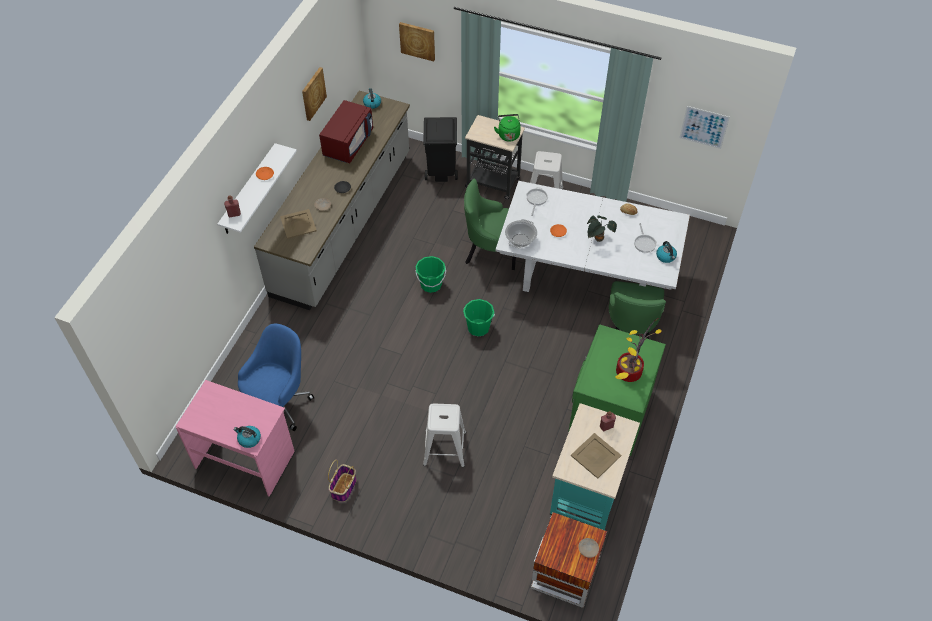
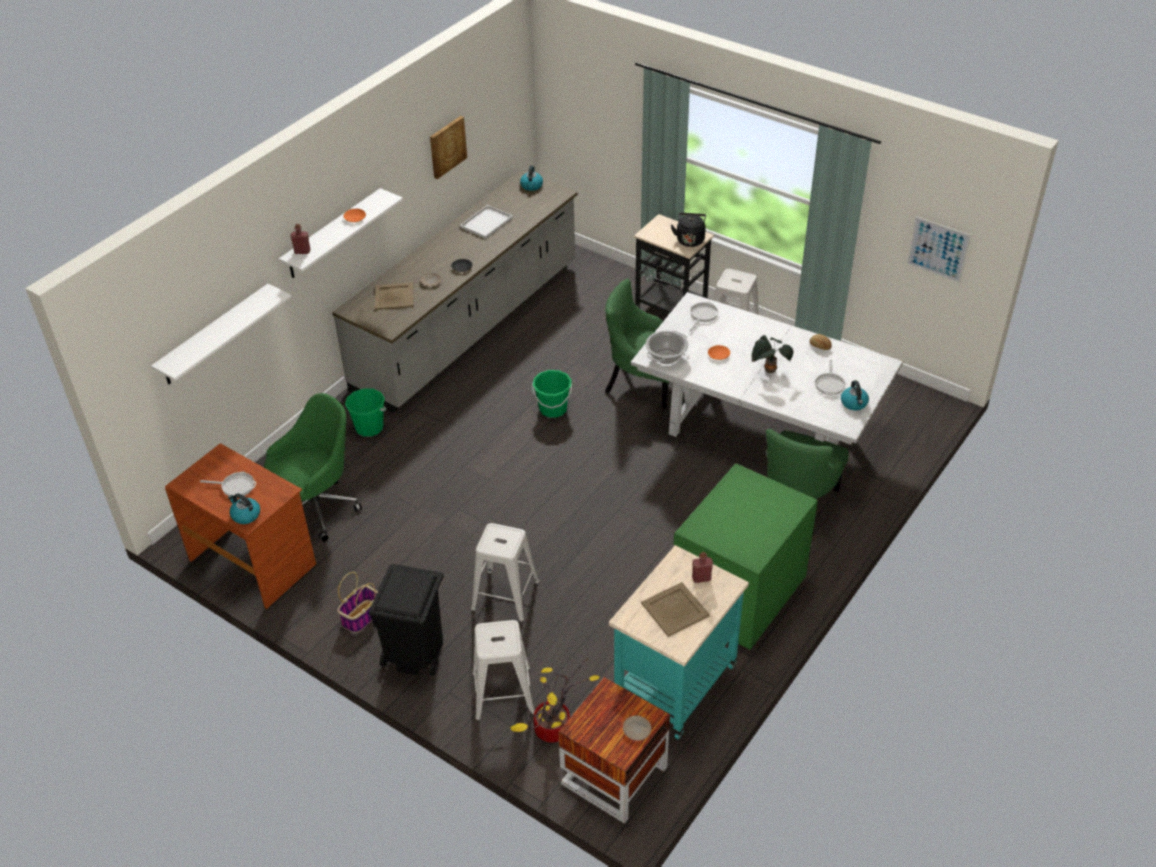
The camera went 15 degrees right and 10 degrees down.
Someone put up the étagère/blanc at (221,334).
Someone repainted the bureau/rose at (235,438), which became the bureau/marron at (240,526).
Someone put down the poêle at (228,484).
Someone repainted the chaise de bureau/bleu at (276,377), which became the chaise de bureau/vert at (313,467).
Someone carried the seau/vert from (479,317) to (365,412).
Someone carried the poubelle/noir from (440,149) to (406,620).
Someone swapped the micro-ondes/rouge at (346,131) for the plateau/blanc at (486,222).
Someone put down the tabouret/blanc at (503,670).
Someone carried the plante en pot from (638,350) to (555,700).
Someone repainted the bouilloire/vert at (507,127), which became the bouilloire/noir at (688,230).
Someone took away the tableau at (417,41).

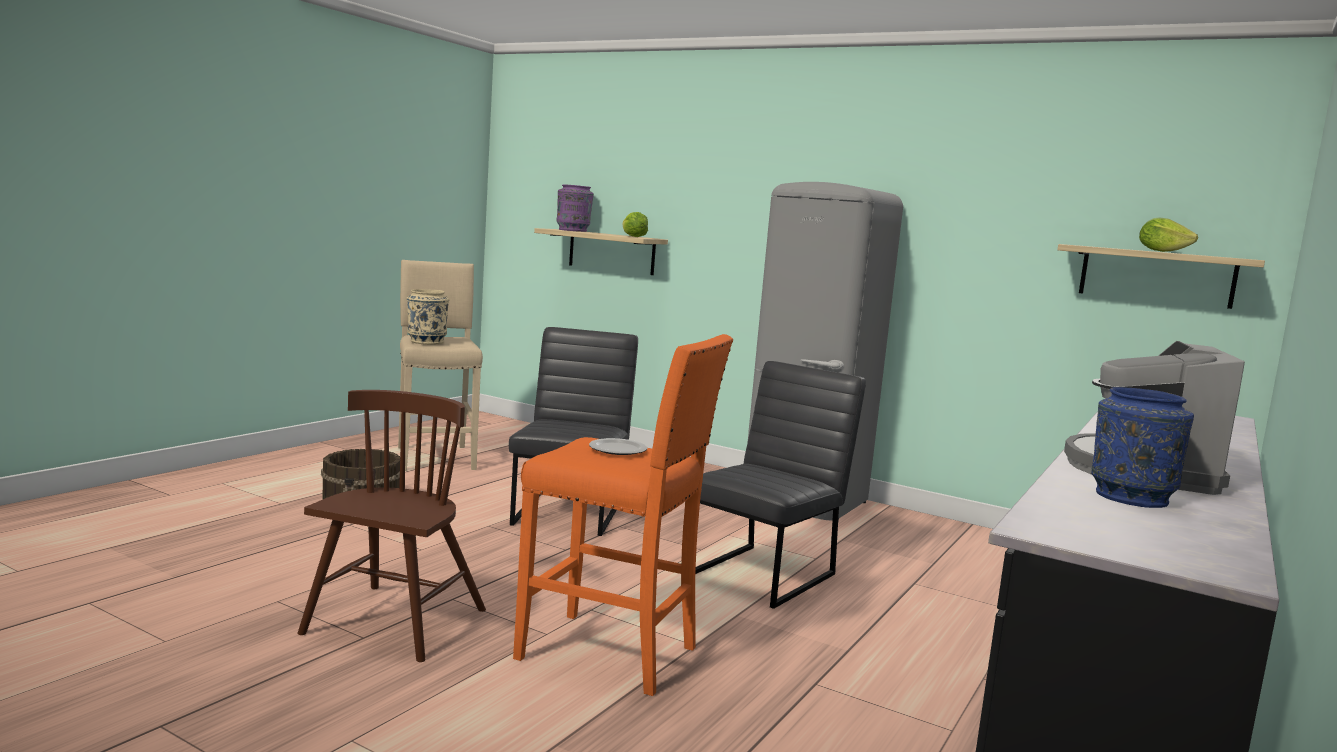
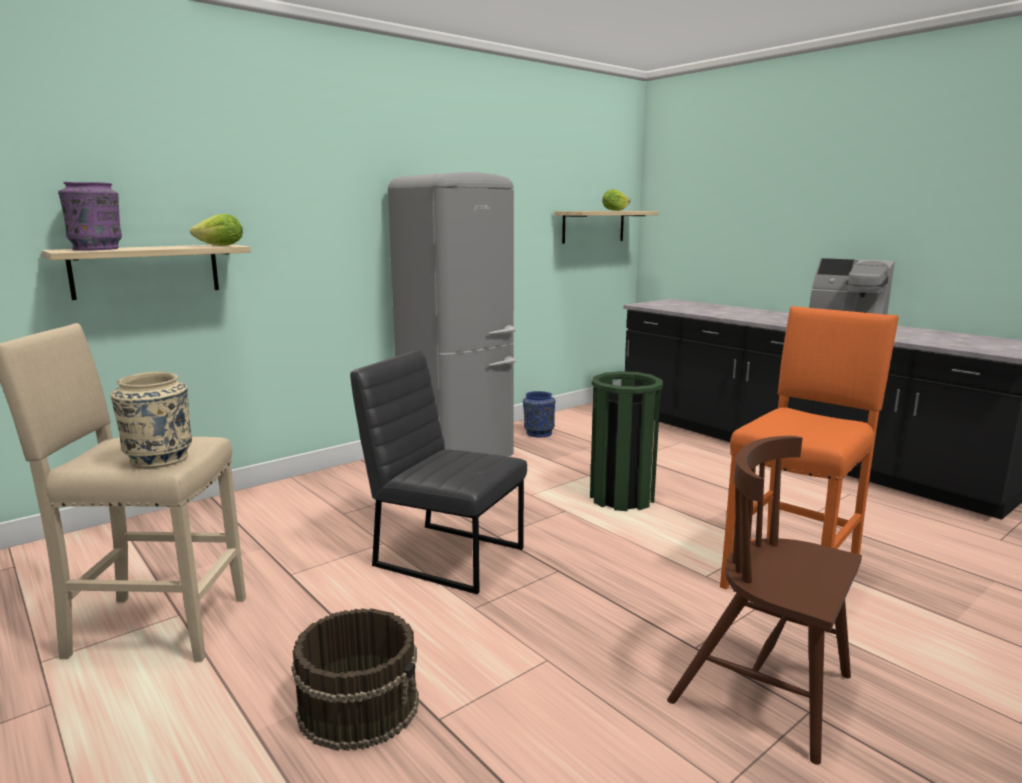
The camera went 70 degrees left and 5 degrees up.
Someone carried the vase/bleu from (1142,447) to (539,414).
Someone swapped the chaise/gris at (780,485) for the poubelle/vert at (626,441).
Someone took away the assiette at (618,446).

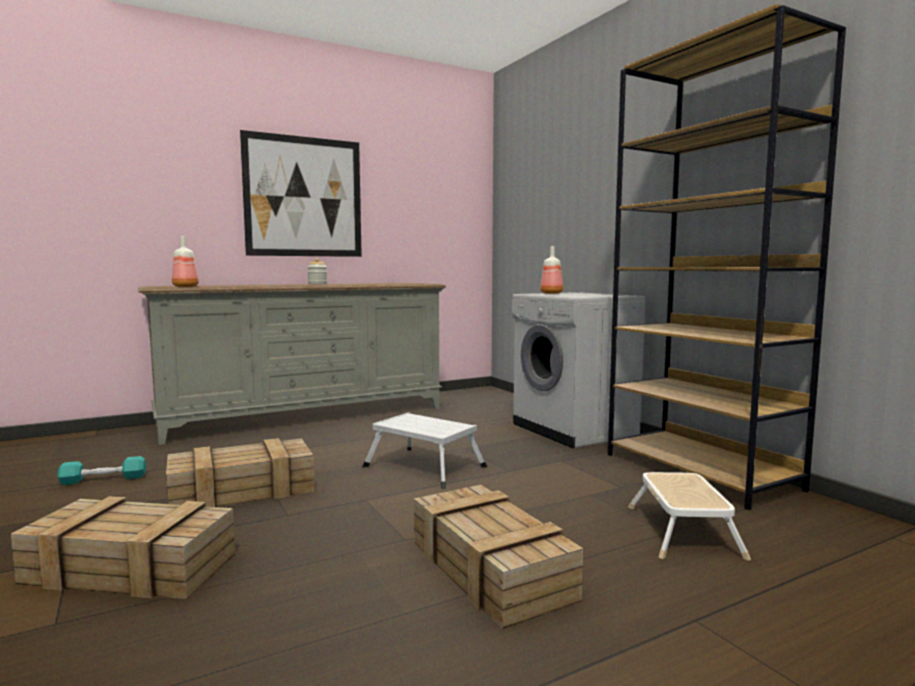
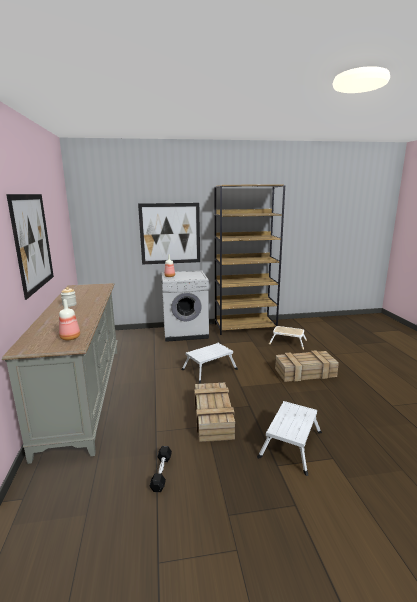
The camera went 70 degrees left and 10 degrees up.
Someone put up the tableau at (169,233).
Someone repainted the haltère/turquoise at (101,470), which became the haltère/noir at (161,469).
Someone swapped the caisse at (122,547) for the escabeau/blanc at (289,438).

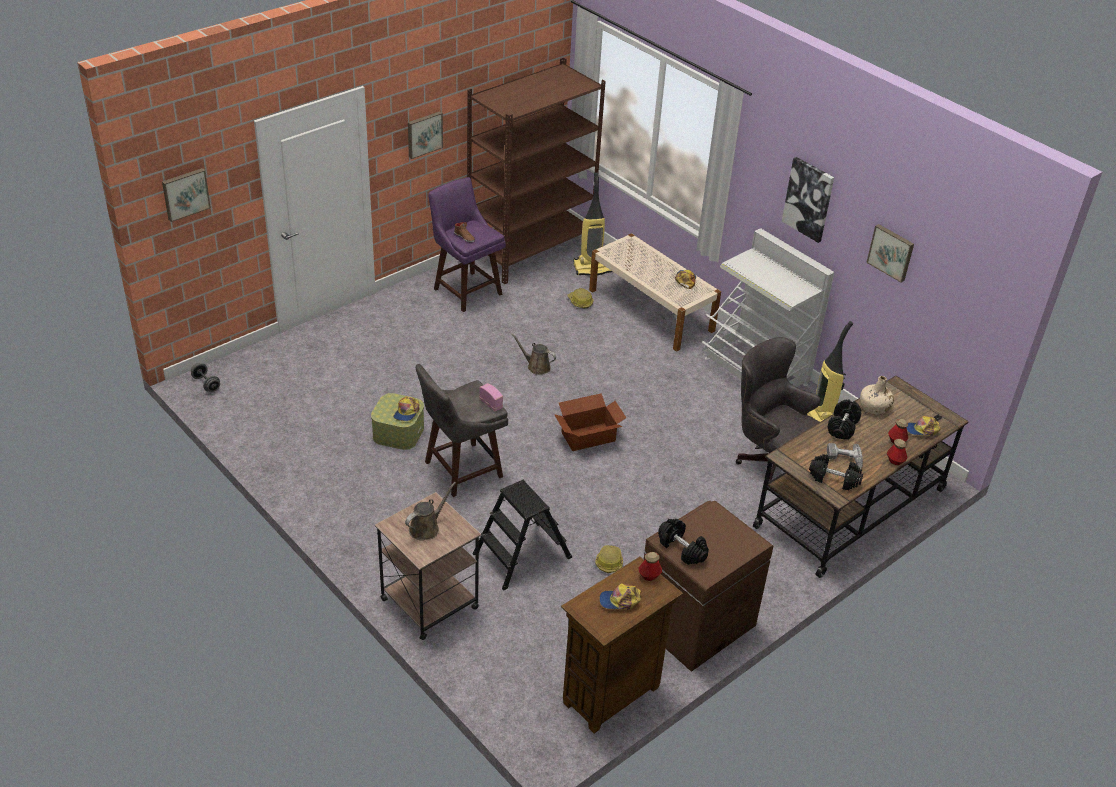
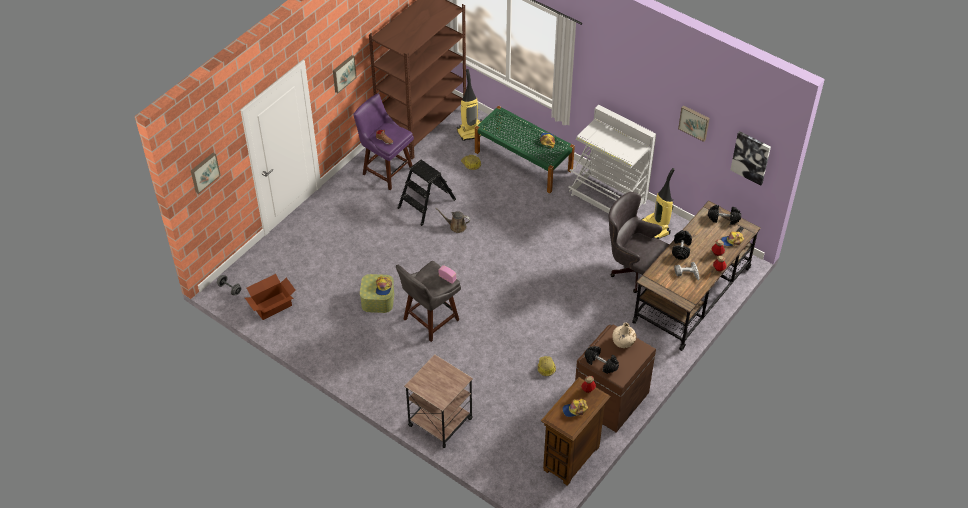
The camera went 10 degrees left and 10 degrees up.
Someone carried the carton from (590,422) to (270,297).
Someone carried the escabeau/noir from (522,534) to (427,192).
Someone repainted the banc/beige at (655,292), which became the banc/vert at (525,149).
Someone carried the bouteille/beige from (877,395) to (624,335).
Someone carried the haltère/noir from (836,472) to (724,215).
Someone carried the tableau from (808,200) to (750,158).
Someone took away the arrosoir/marron at (430,511).

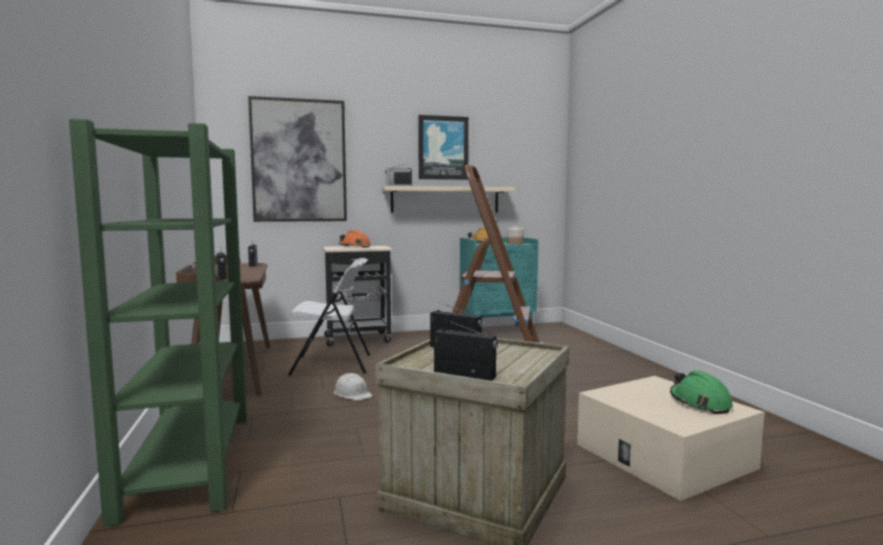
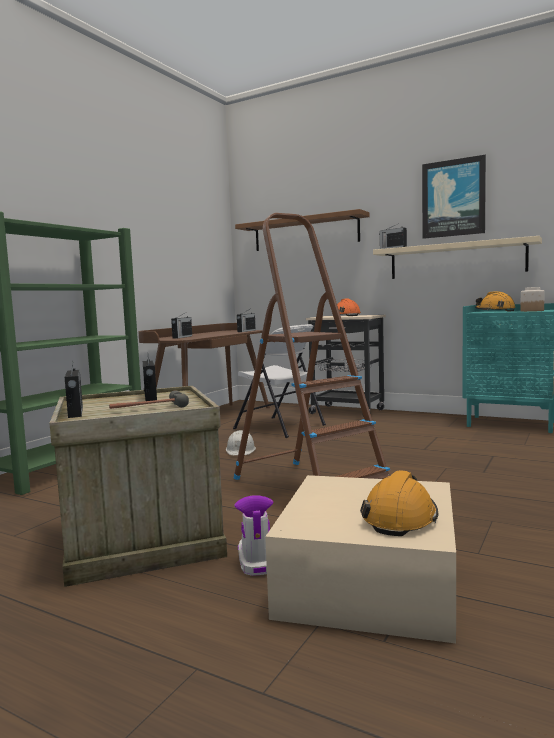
The camera went 45 degrees right and 0 degrees up.
Someone put down the marteau at (149,399).
Someone put down the botte at (254,535).
Someone swapped the tableau at (297,159) for the étagère/marron at (302,230).
Someone repainted the casque de chantier/vert at (701,392), which became the casque de chantier/orange at (399,503).

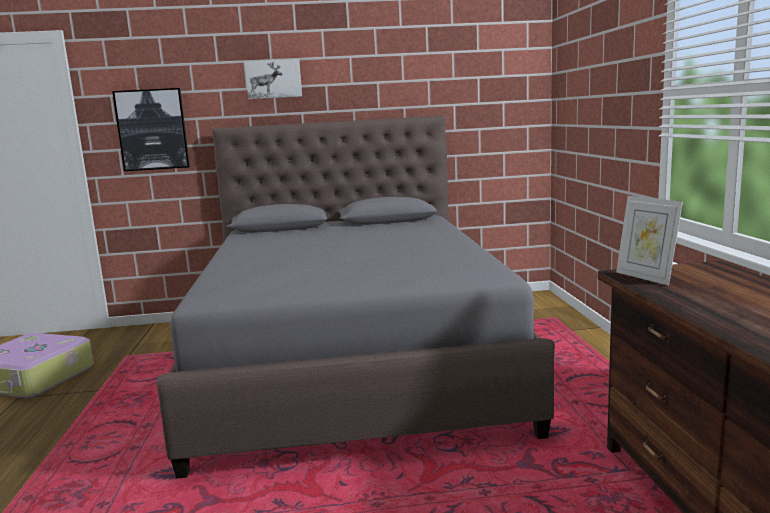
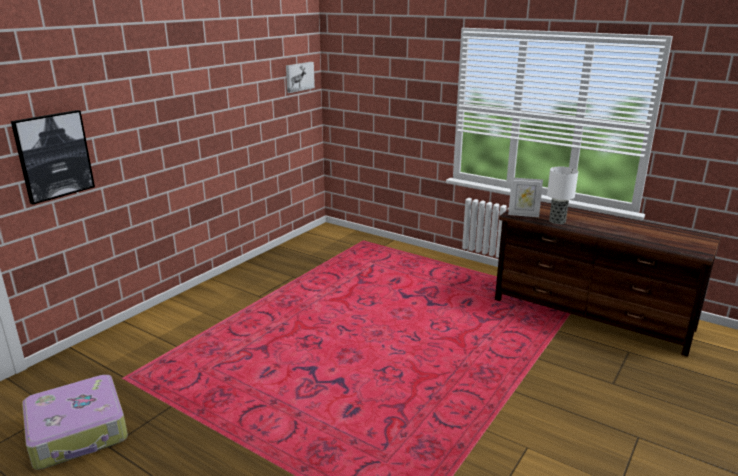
The camera went 50 degrees left and 10 degrees up.
Someone carried the tableau from (273,79) to (300,77).
Someone put down the lampe de table at (563,195).
Someone took away the lit/gris at (355,296).

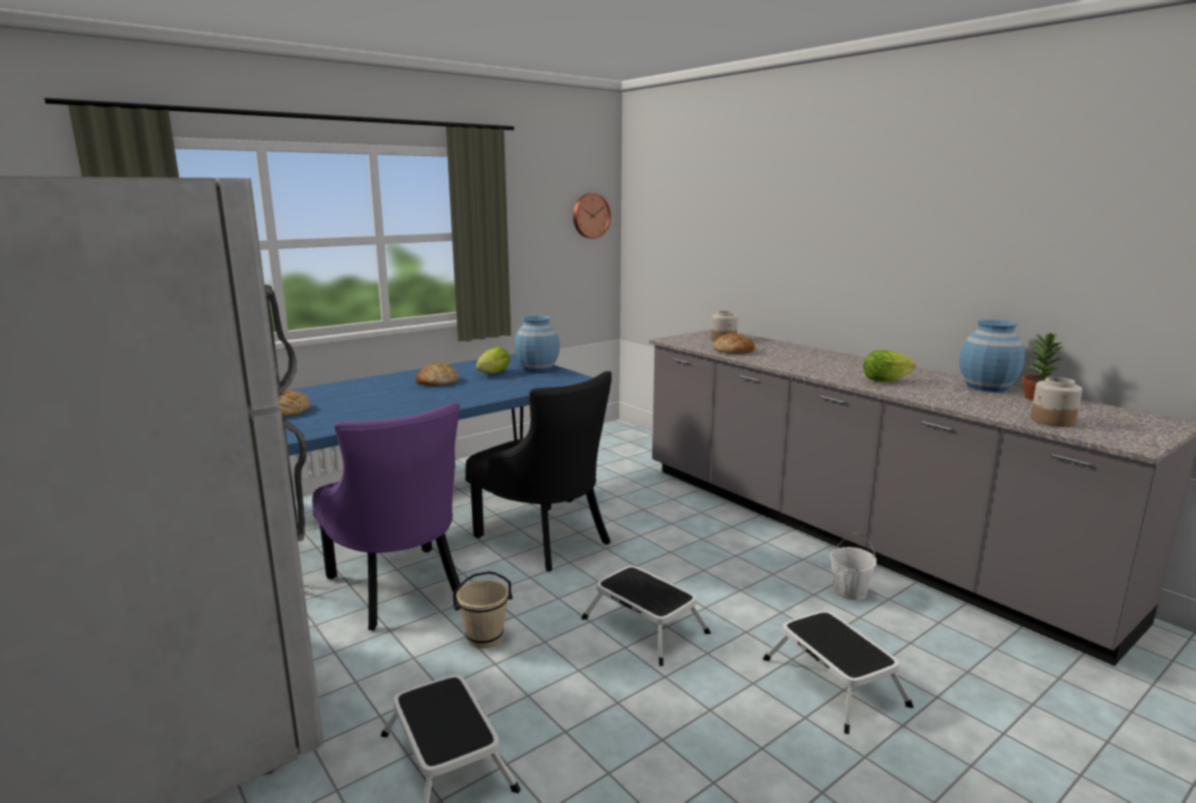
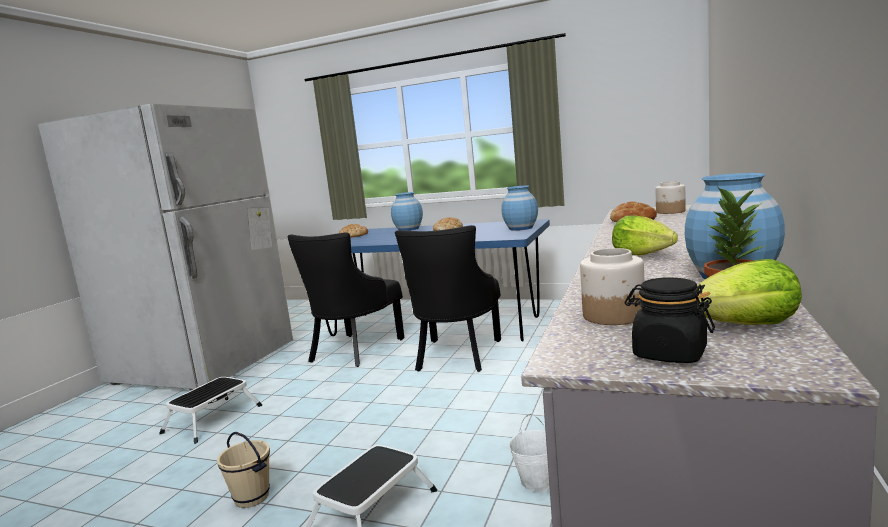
The camera went 60 degrees right and 5 degrees down.
Someone carried the seau/beige from (483,609) to (243,470).
Someone repainted the chaise/violet at (387,517), which became the chaise/noir at (346,300).
Someone put down the vase/bleu at (407,211).
Someone put down the bocal/noir at (670,320).
Someone carried the laitue from (493,359) to (749,292).
Someone took away the horloge murale at (592,216).
Someone took away the escabeau/noir at (646,616).

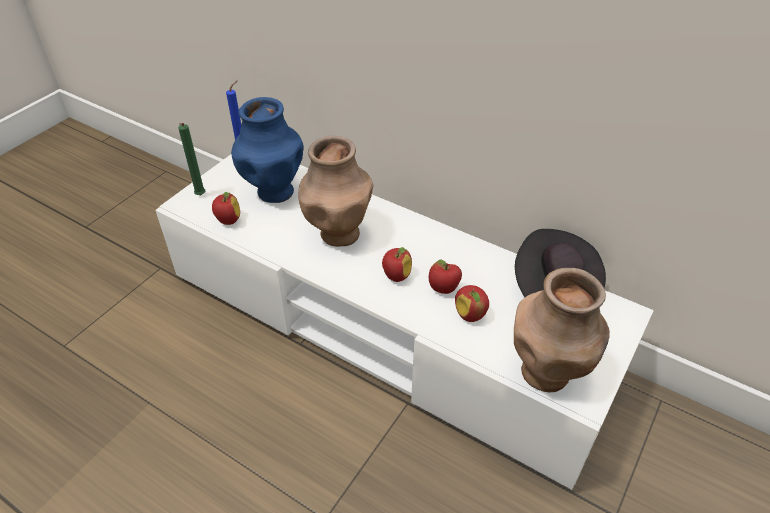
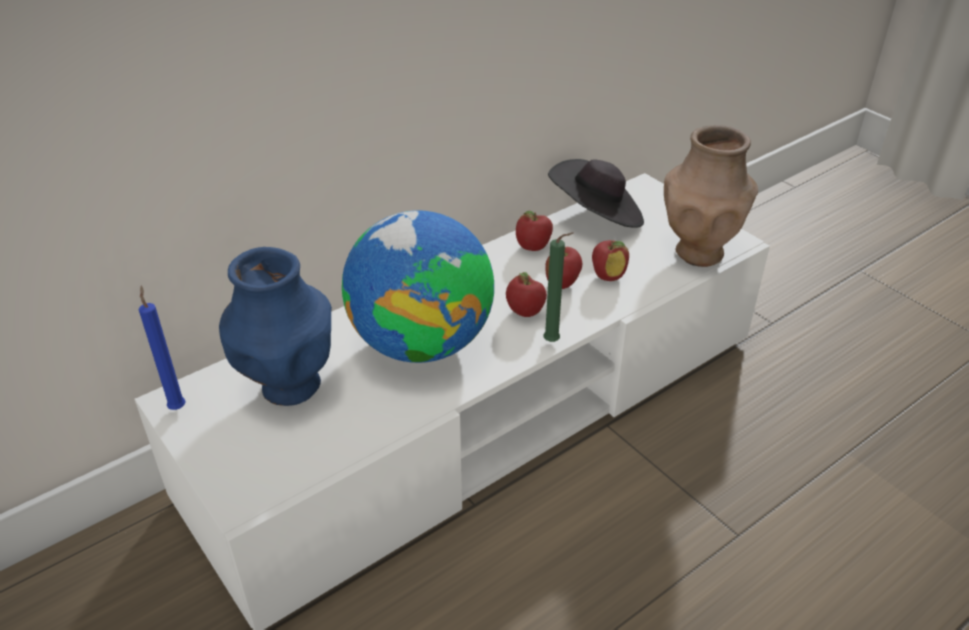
The camera went 70 degrees left and 5 degrees down.
Someone swapped the vase/marron at (335,191) for the globe at (418,286).
Someone carried the pomme from (226,208) to (534,231).
Someone carried the bougie/vert from (191,159) to (559,287).

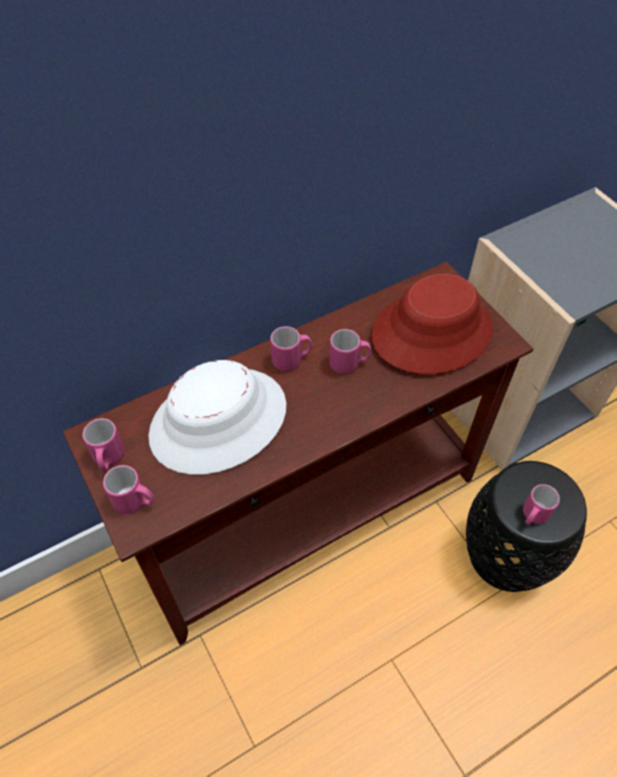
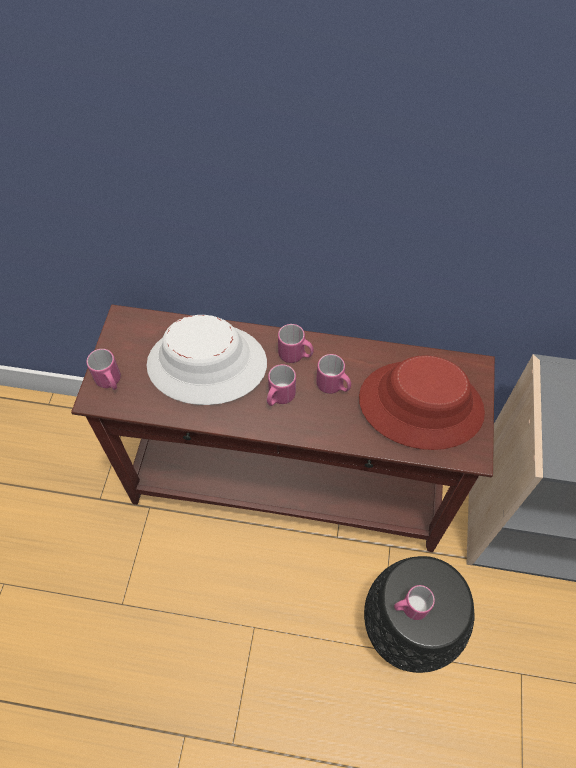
The camera went 40 degrees right and 5 degrees up.
Someone carried the mug/rose from (103,444) to (281,385).

